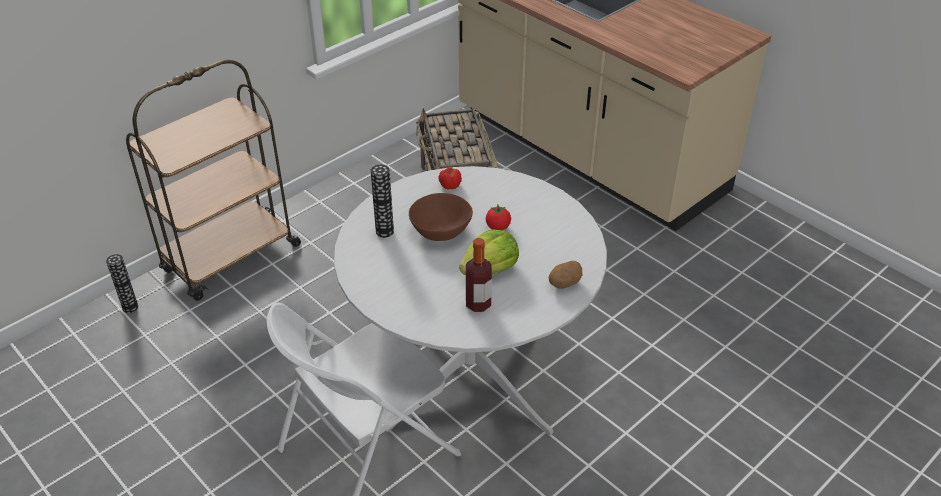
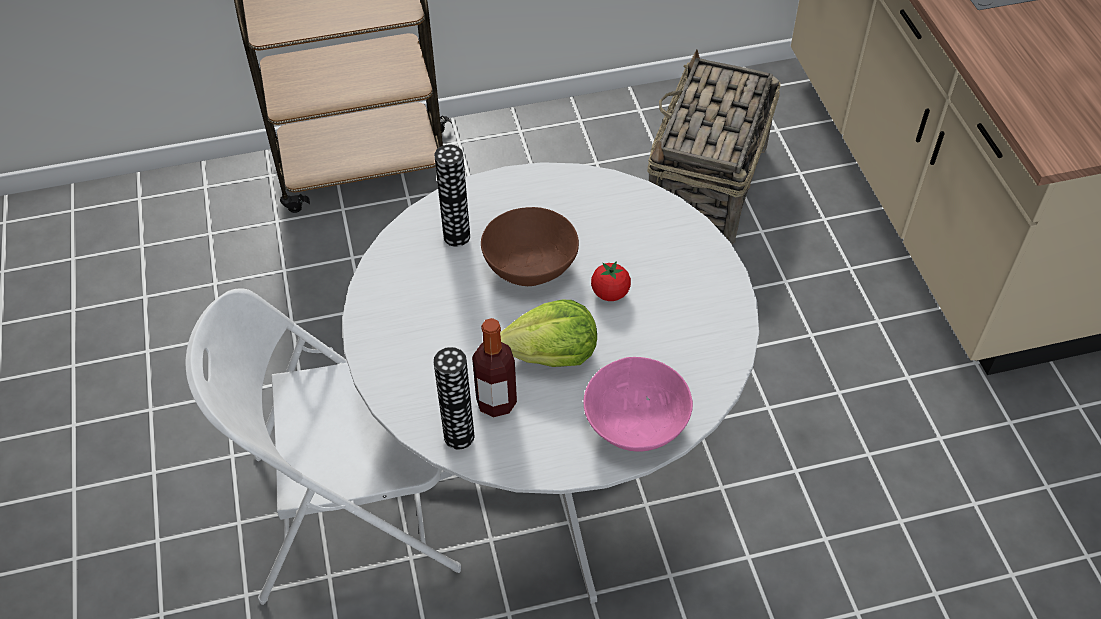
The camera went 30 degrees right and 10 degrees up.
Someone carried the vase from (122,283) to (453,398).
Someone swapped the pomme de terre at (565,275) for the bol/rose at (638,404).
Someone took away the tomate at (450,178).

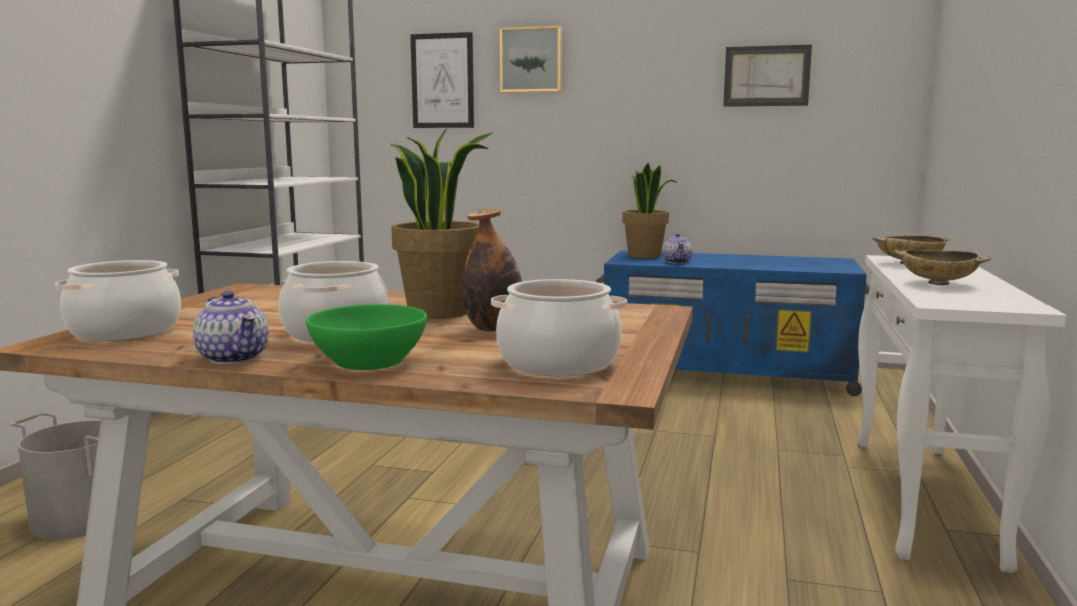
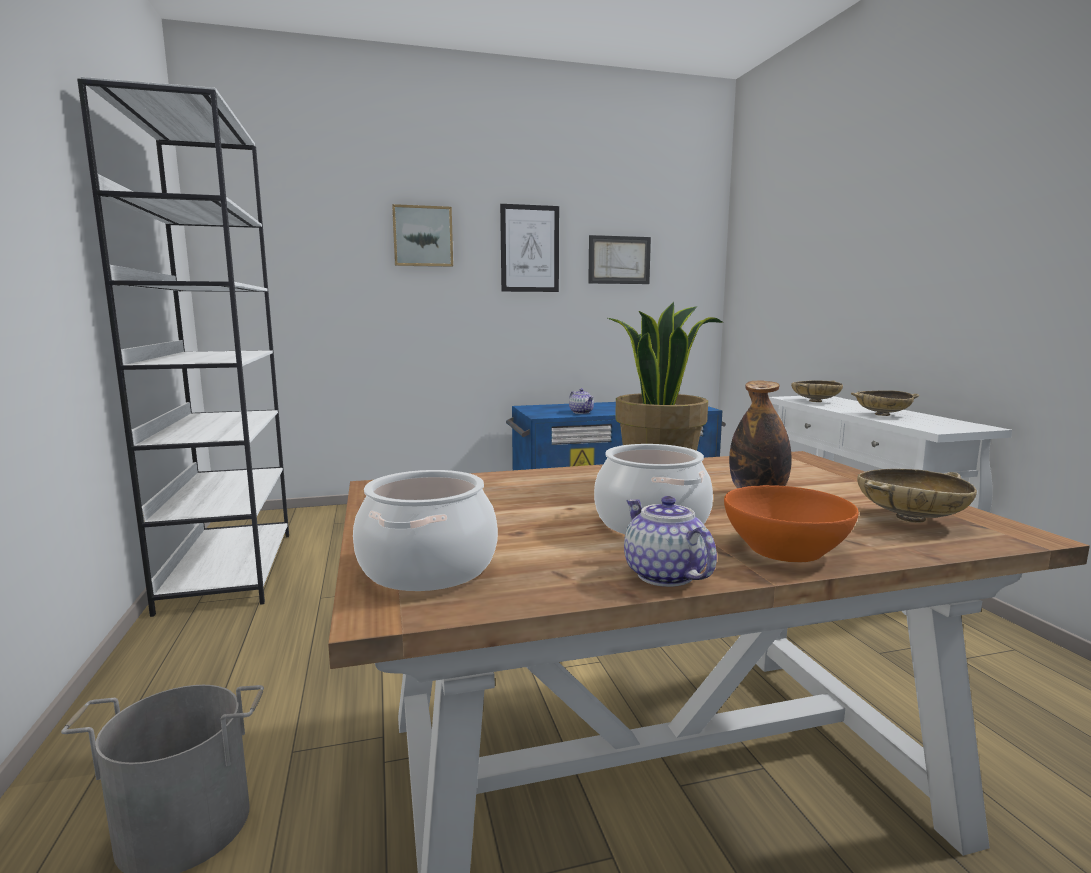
The camera went 30 degrees left and 0 degrees up.
Someone carried the tableau from (442,80) to (529,248).
Someone rotated the théière at (231,327) by 135 degrees counterclockwise.
Someone repainted the bol/vert at (366,337), which became the bol/orange at (791,523).
Someone swapped the marmite at (559,327) for the bol/beige at (917,496).
Someone took away the plante en pot at (649,210).

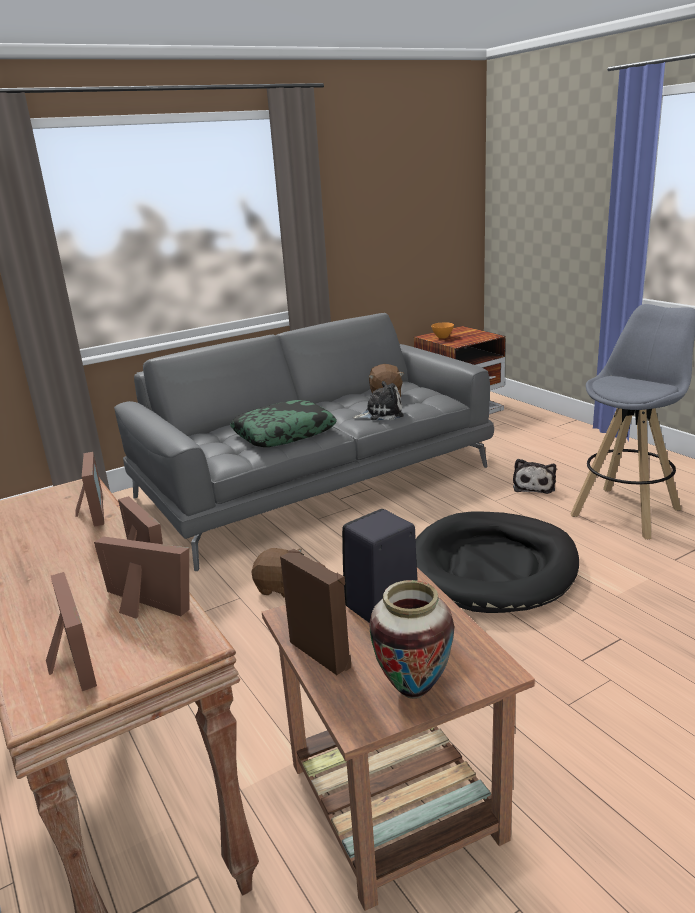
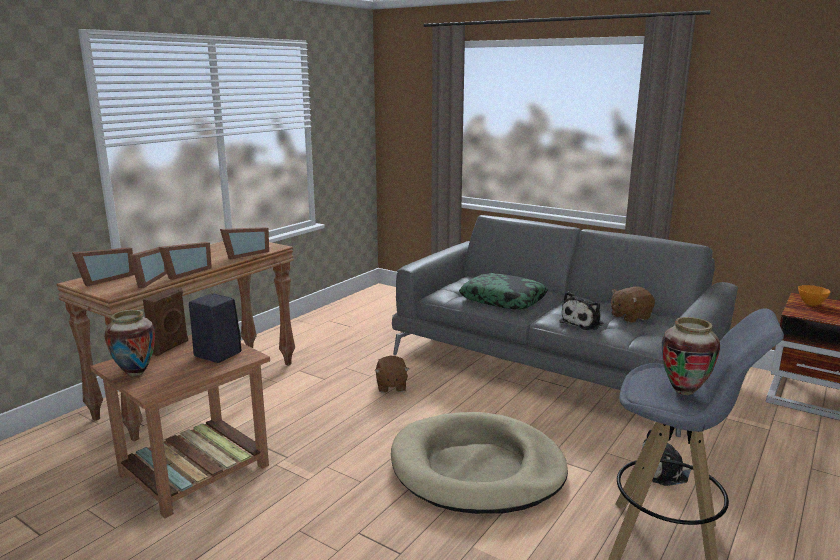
The camera went 65 degrees right and 5 degrees down.
Someone repainted the panier pour chien/noir at (497,562), which became the panier pour chien/beige at (479,463).
Someone rotated the peluche at (378,400) by 75 degrees clockwise.
Someone put down the vase at (691,356).

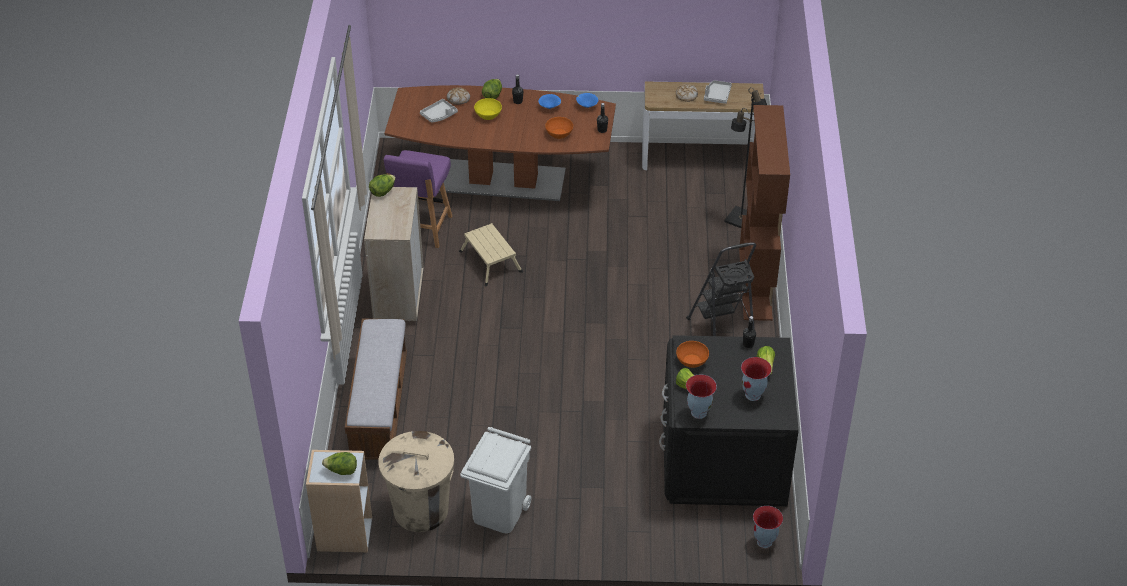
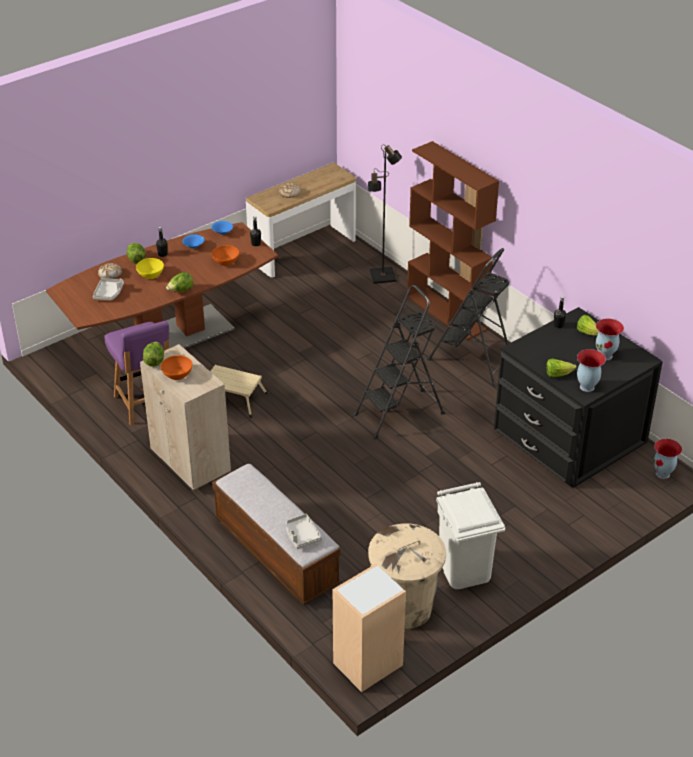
The camera went 40 degrees left and 5 degrees down.
Someone carried the bol/orange from (692,354) to (176,367).
Someone carried the laitue from (339,463) to (180,282).
Someone carried the plateau/gris from (718,92) to (304,531).
Someone put down the escabeau at (399,362).

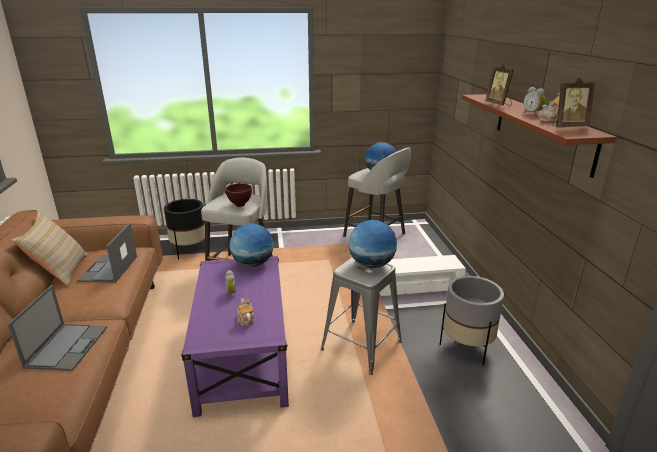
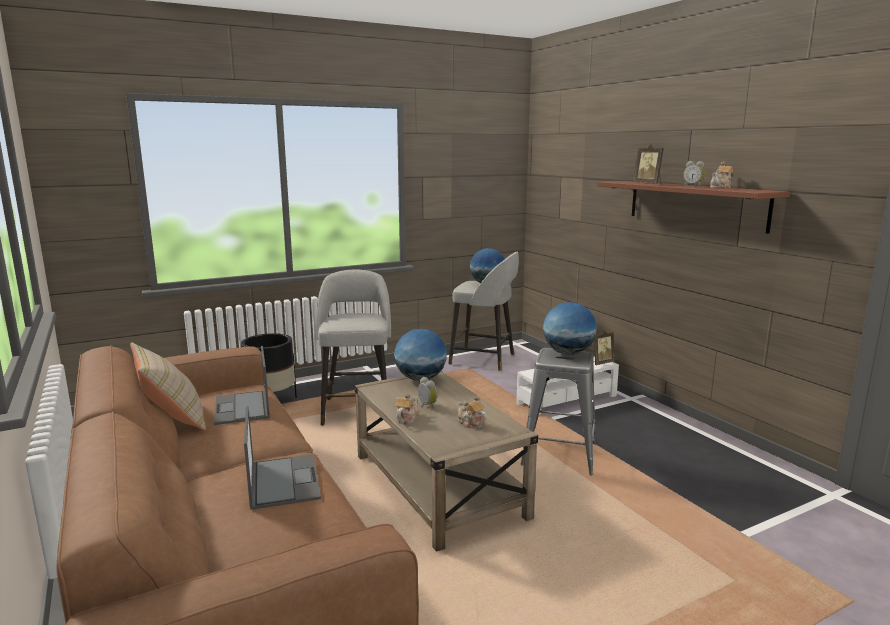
The camera went 20 degrees left and 10 degrees down.
Someone repainted the table basse/violet at (235,336), which became the table basse/beige at (446,461).
Someone put down the théière at (407,409).
Someone carried the cadre photo from (573,102) to (604,347).
Someone took away the bol/marron at (238,195).
Someone took away the cache-pot/gris at (472,320).

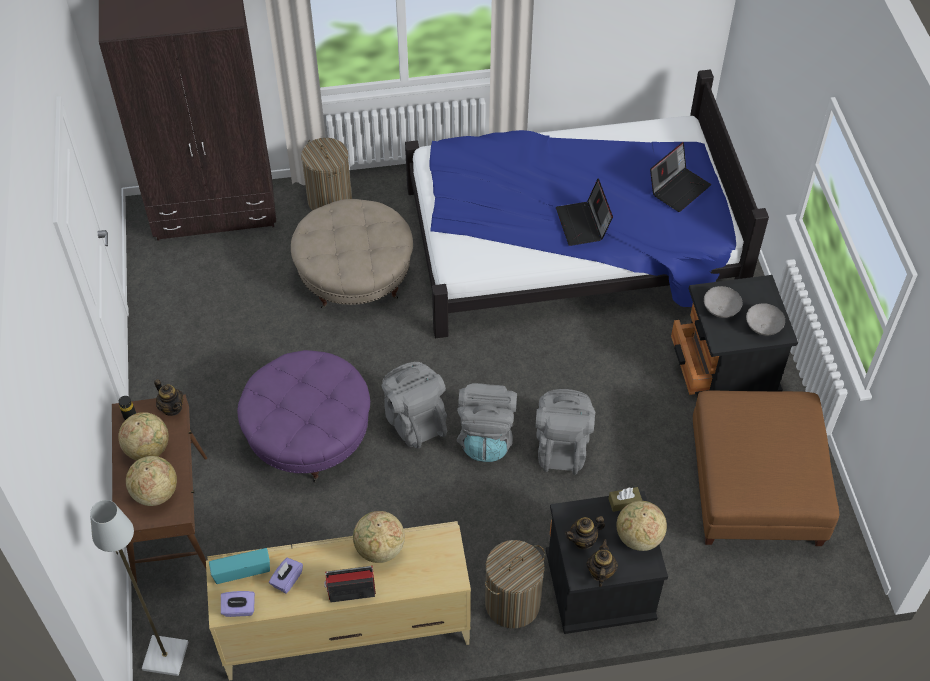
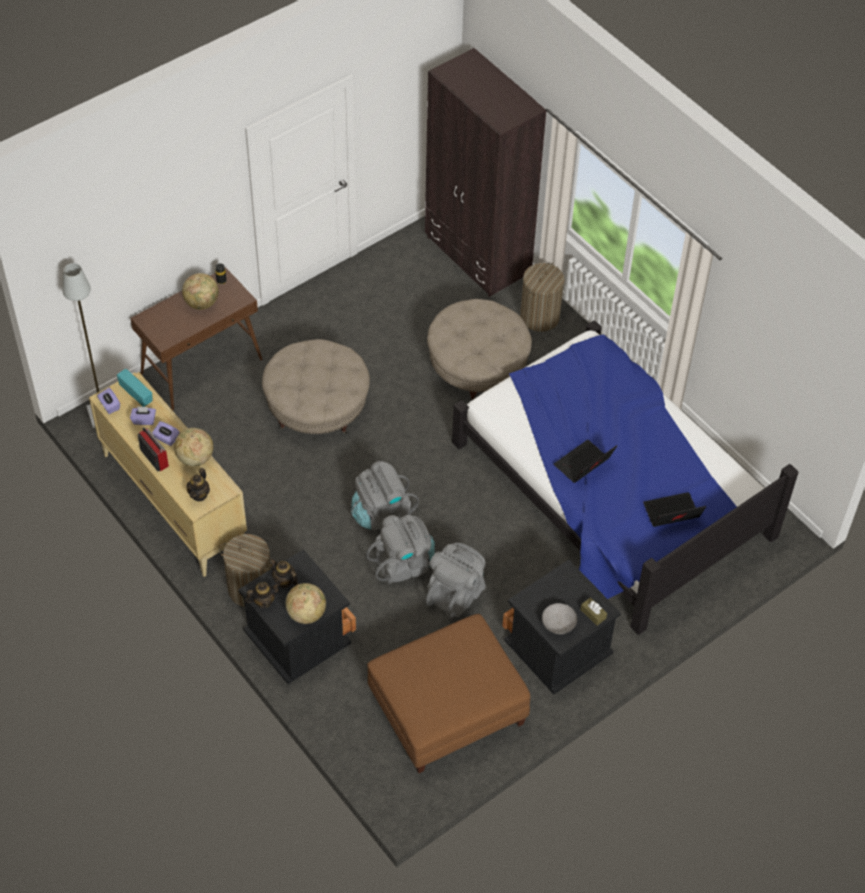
The camera went 60 degrees right and 0 degrees up.
Someone put down the boîte à mouchoirs/violet at (166,433).
Someone carried the théière from (168,397) to (198,484).
Someone repainted the pouf/violet at (303,416), which became the pouf/beige at (316,386).
Someone carried the sac à dos/gris from (414,405) to (456,580).
Someone carried the boîte à mouchoirs/marron from (625,499) to (593,611).
Someone rotated the ordinateur portable at (680,177) by 150 degrees clockwise.
Someone took away the globe at (151,481).
Someone took away the bol/gris at (723,302).

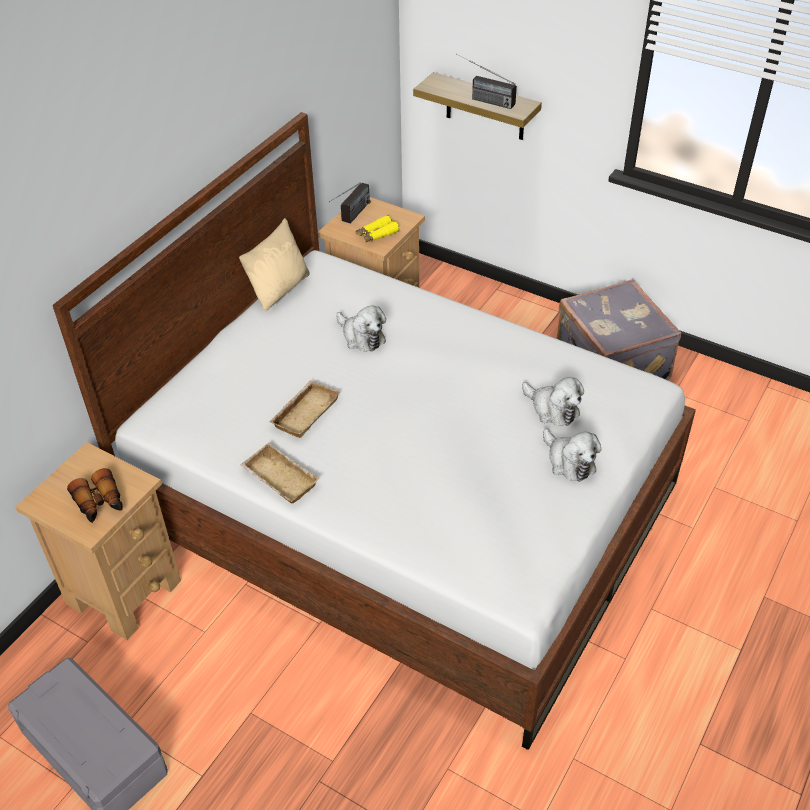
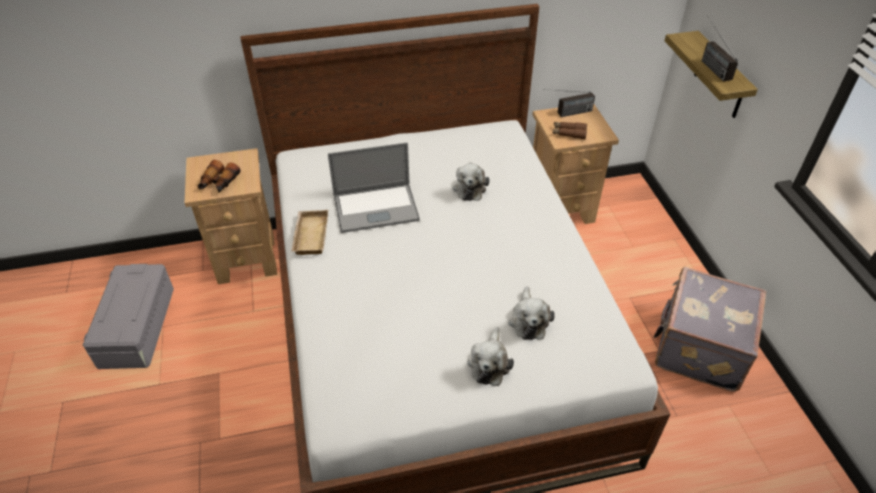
The camera went 45 degrees right and 0 degrees up.
Someone swapped the plateau/beige at (304,409) for the ordinateur portable at (374,187).
Someone repainted the jumelles/jaune at (377,228), which became the jumelles/marron at (569,130).
Someone took away the coussin/beige at (274,265).

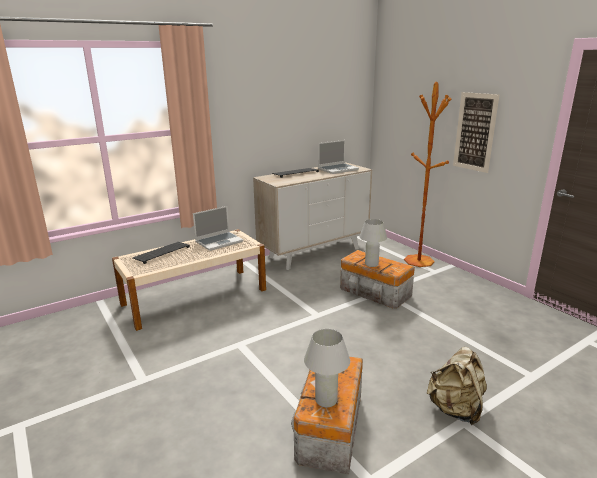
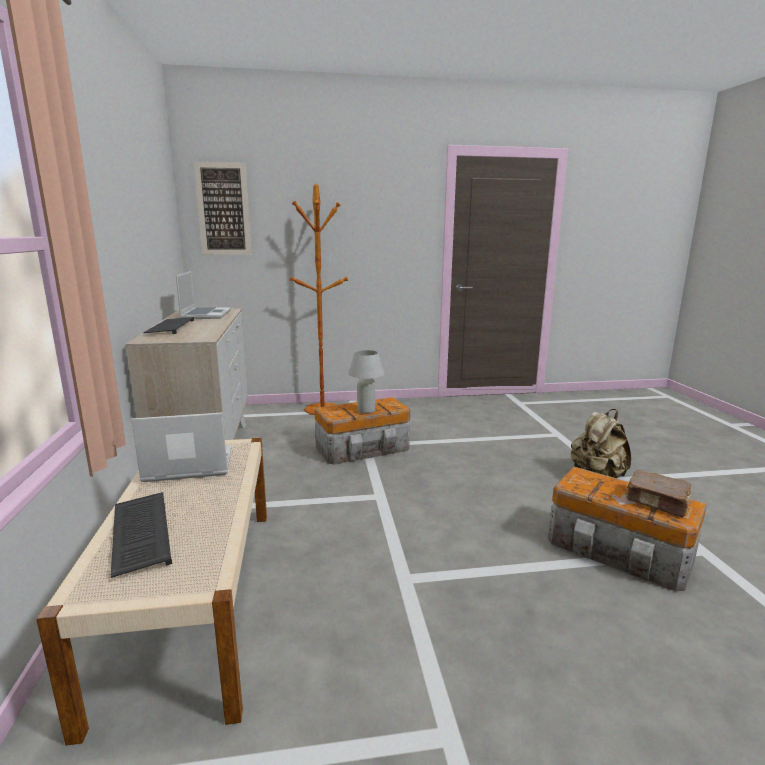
The camera went 65 degrees left and 5 degrees down.
Someone rotated the ordinateur portable at (218,228) by 90 degrees counterclockwise.
Someone carried the tableau from (476,132) to (223,208).
Someone swapped the lampe de table/blanc at (327,368) for the livre/marron at (659,493).

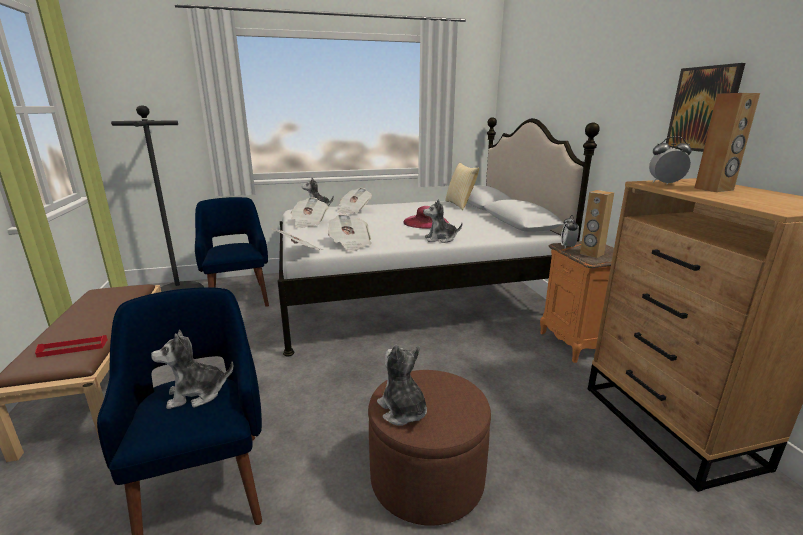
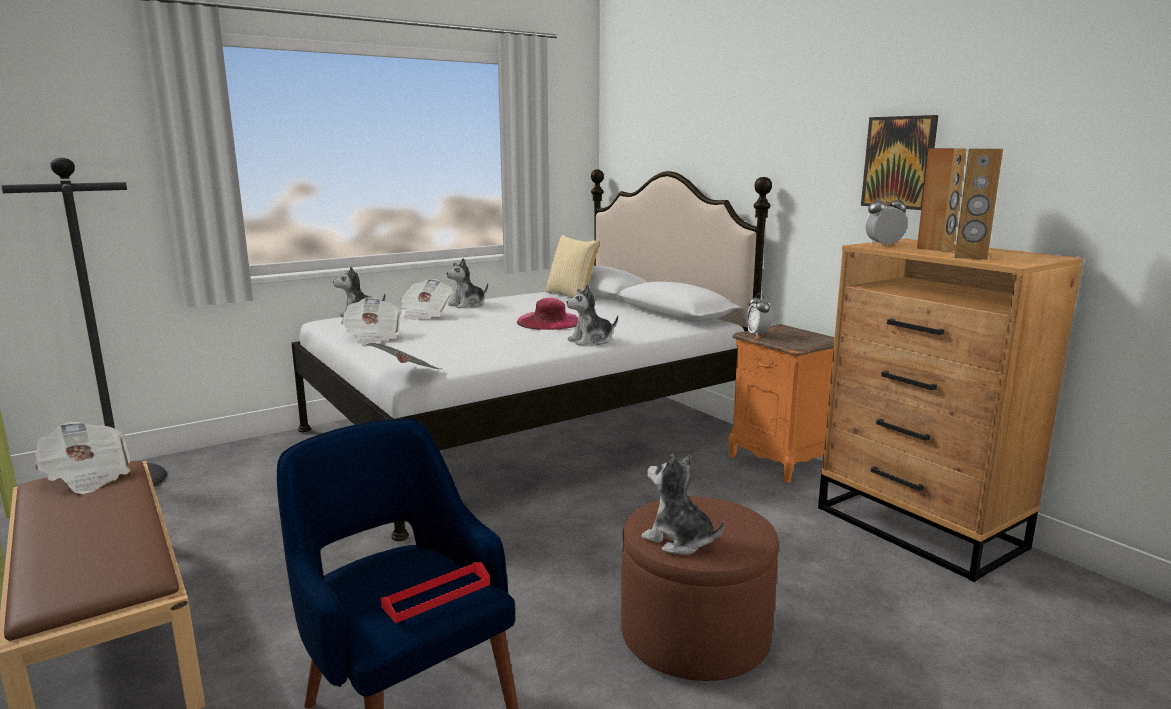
The camera went 20 degrees left and 5 degrees down.
Someone carried the journal from (350,233) to (82,458).
Someone carried the plateau/rouge from (71,346) to (435,592).
Someone carried the peluche from (192,369) to (467,283).
Someone carried the enceinte/marron from (597,224) to (979,204).
Someone took away the fauteuil/bleu at (232,252).

